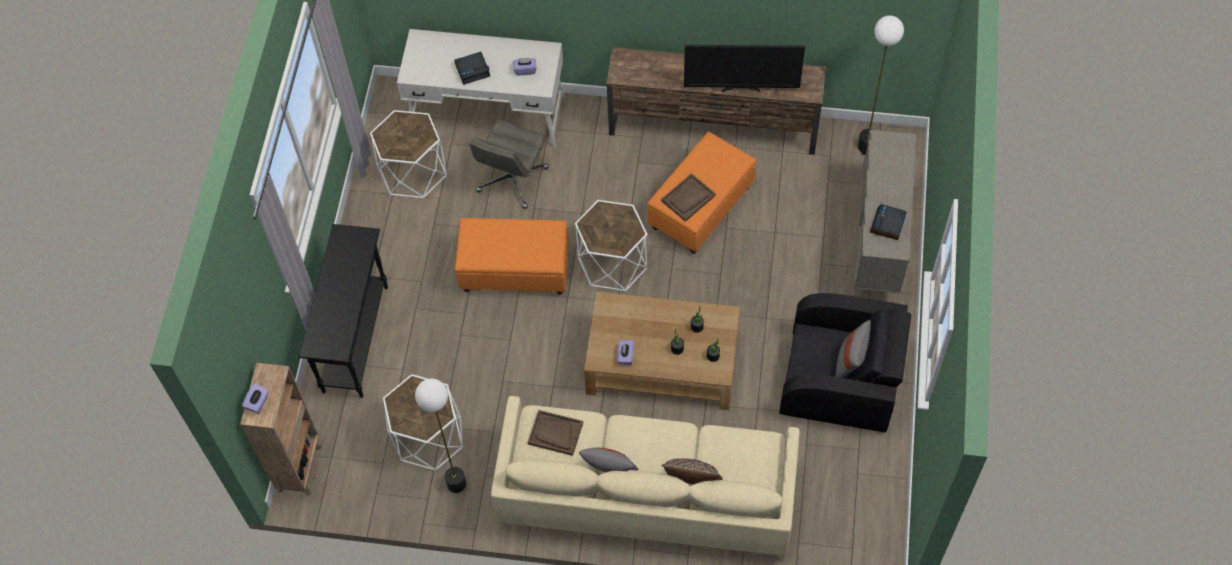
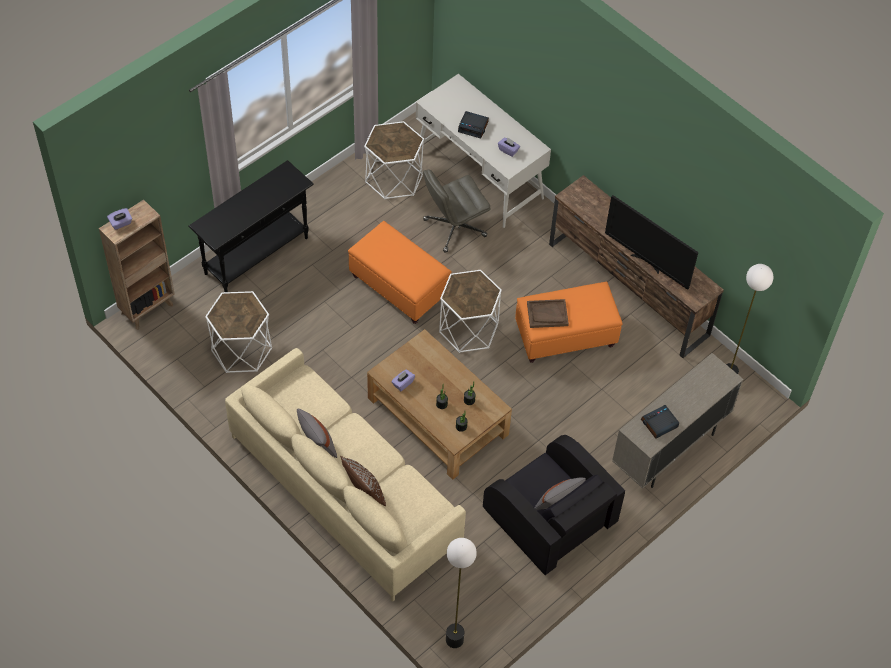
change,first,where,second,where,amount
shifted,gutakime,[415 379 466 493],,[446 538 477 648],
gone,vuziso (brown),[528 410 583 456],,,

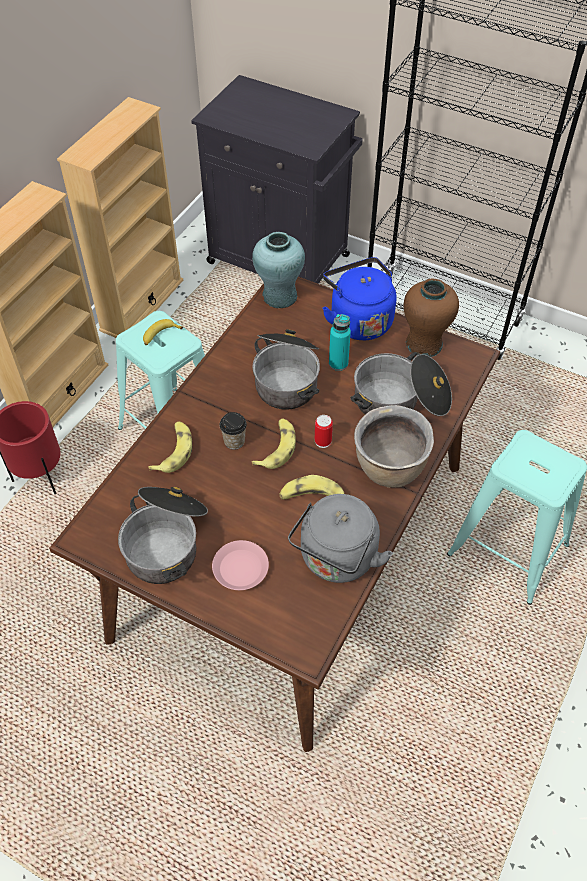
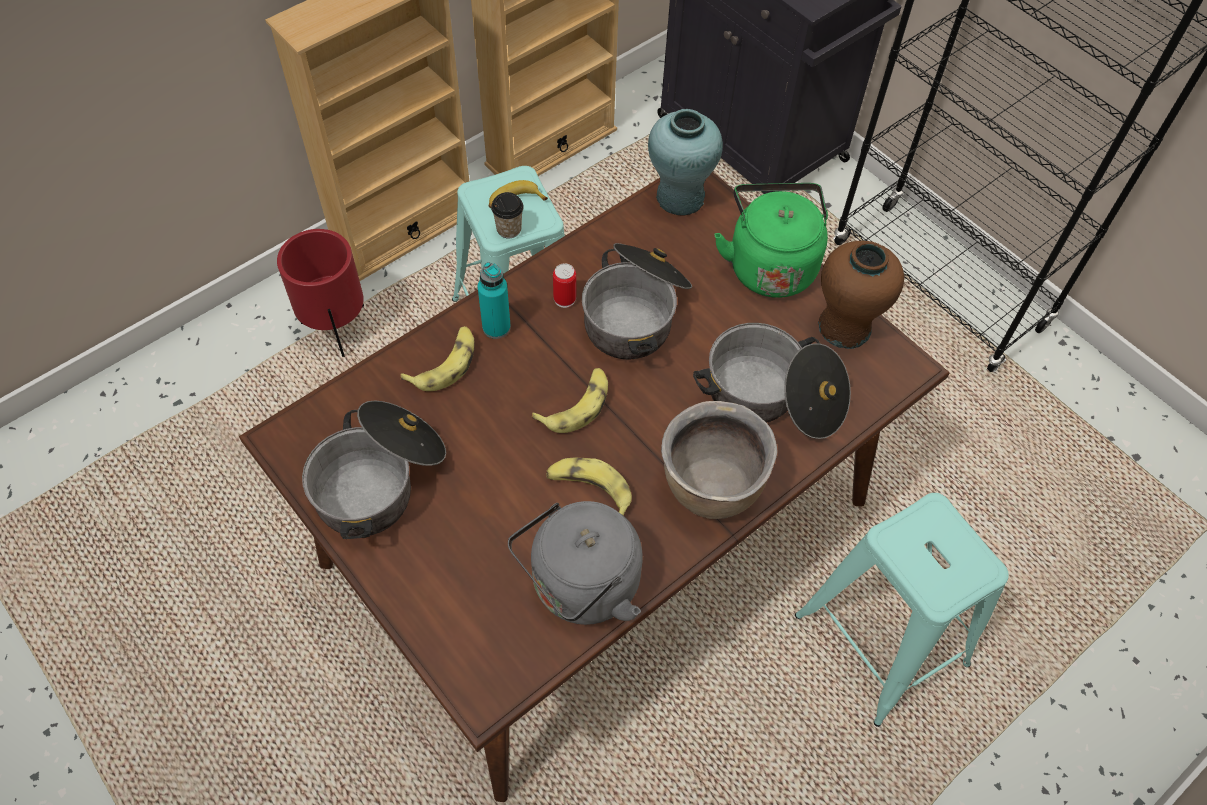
change,first,where,second,where,amount
repainted,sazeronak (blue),[322 257 396 340],sazeronak (green),[714 183 828 298],
shifted,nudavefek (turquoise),[329 314 351 371],,[478 262 511 339],
shifted,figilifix,[219 412 247 450],,[491 192 524 239],
shifted,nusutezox,[315 415 333 448],,[553 263 576 308],
gone,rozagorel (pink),[212 540 269 590],,,

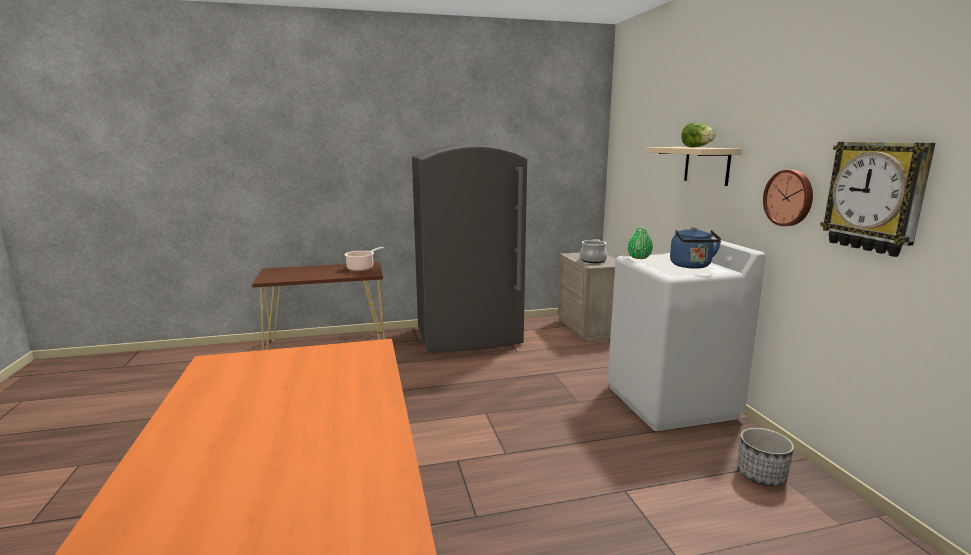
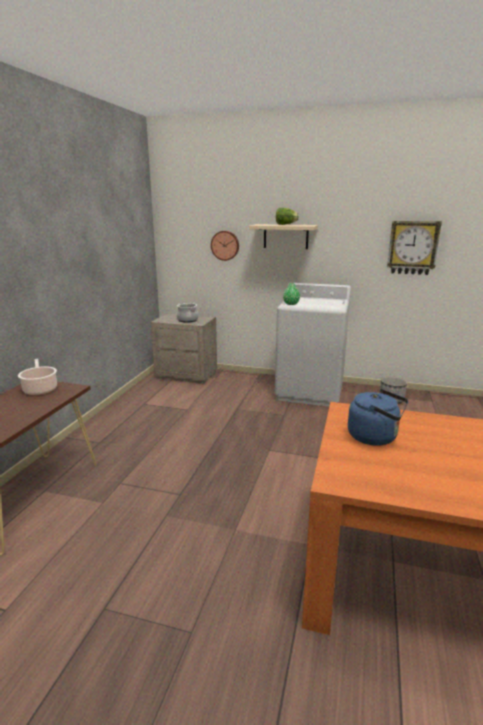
change,first,where,second,where,amount
gone,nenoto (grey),[412 145 527 352],,,
shifted,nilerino,[763 170 813 226],,[211 231 239 261],
shifted,sazeronak (blue),[670 227 721 269],,[348 389 408 446],

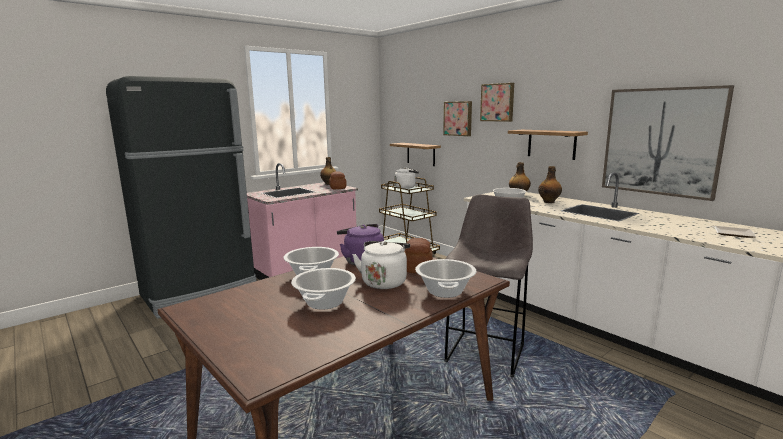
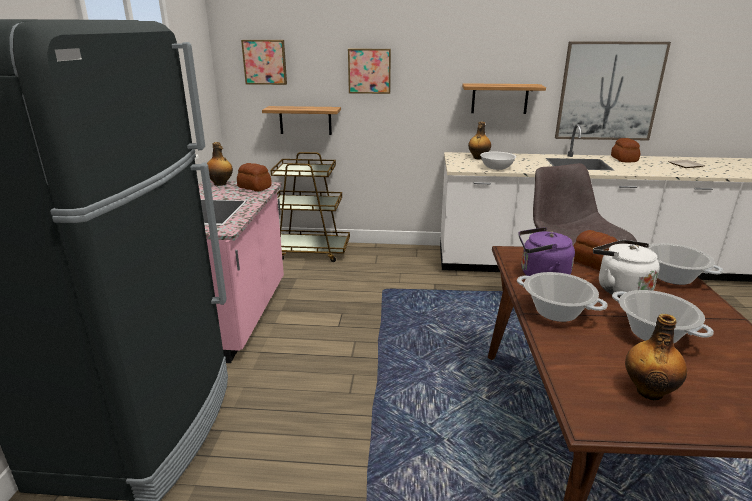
change,first,where,second,where,amount
shifted,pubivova,[480 83 514 122],,[241 40 287 85],
shifted,nudavefek,[538 166 562 203],,[625 314 687 401],
gone,sazeronak (white),[394 167 419 189],,,
new,,,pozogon,[611 138 640 162],

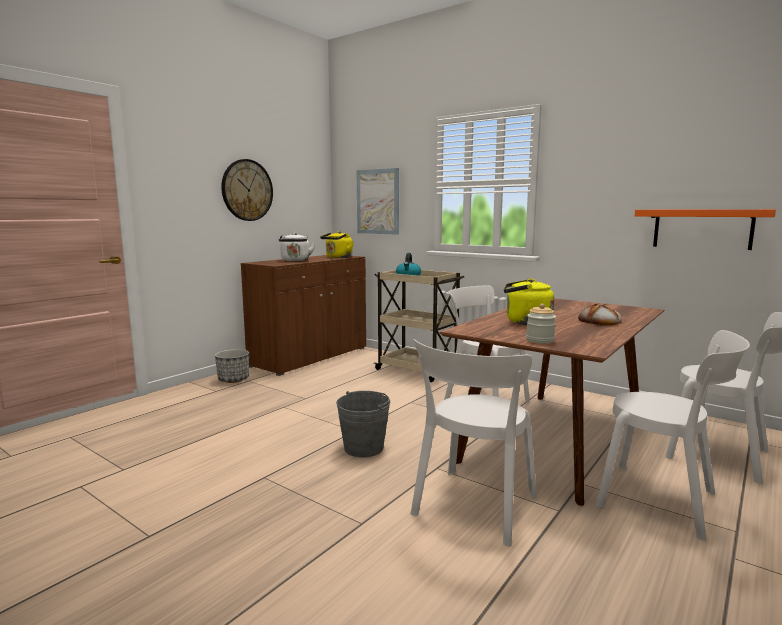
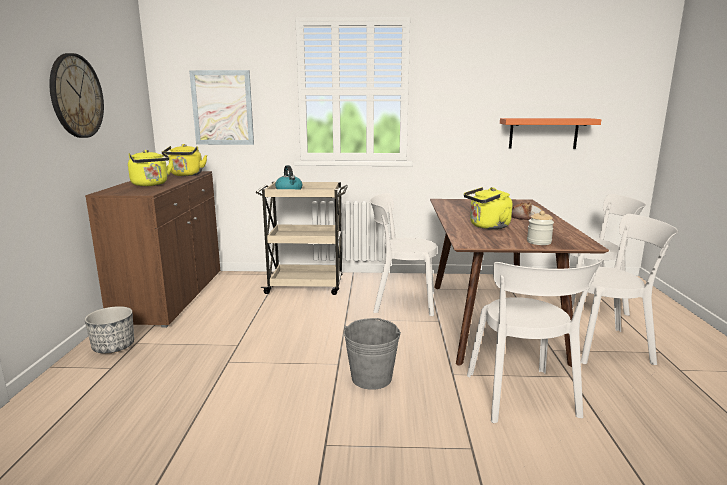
change,first,where,second,where,amount
repainted,sazeronak (white),[279 233 315 261],sazeronak (yellow),[128 150 173 186],

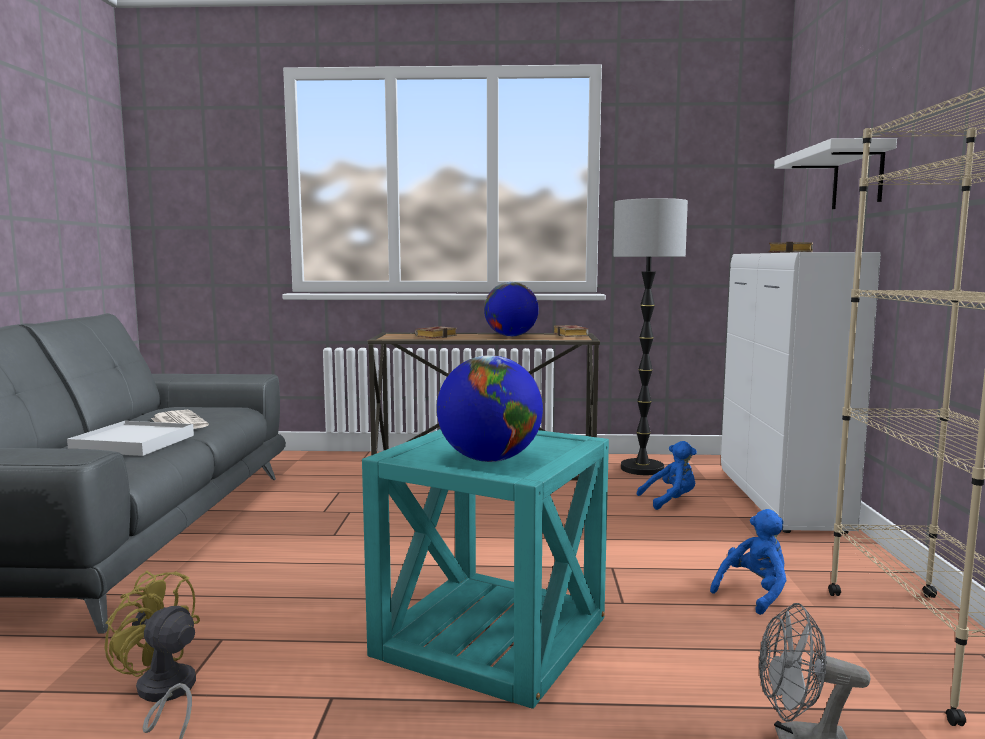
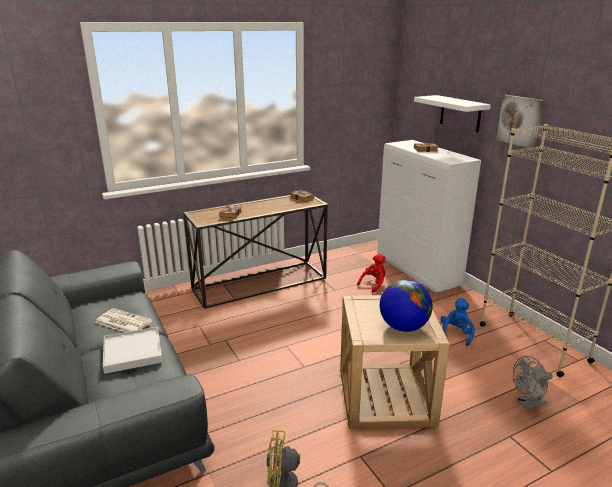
change,first,where,second,where,amount
gone,gutakime,[613 198 688 475],,,
gone,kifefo,[484 282 539 337],,,
repainted,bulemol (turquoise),[362 429 609 709],bulemol (beige),[340 295 450 429],
repainted,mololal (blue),[637 441 697 510],mololal (red),[357 254 386 293],
new,,,pubivova,[496 95 544 149],

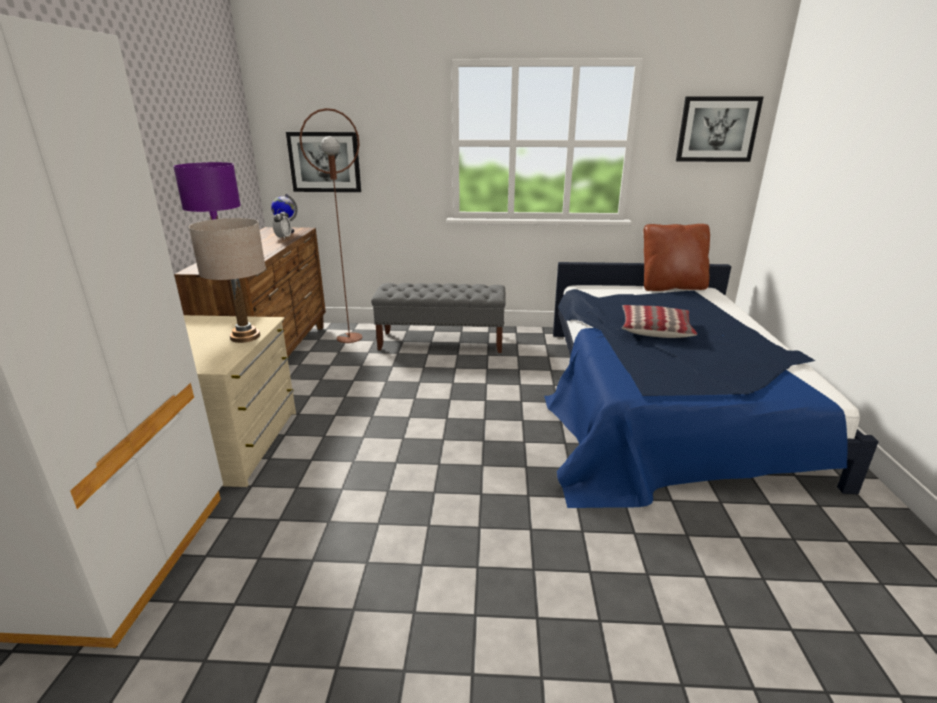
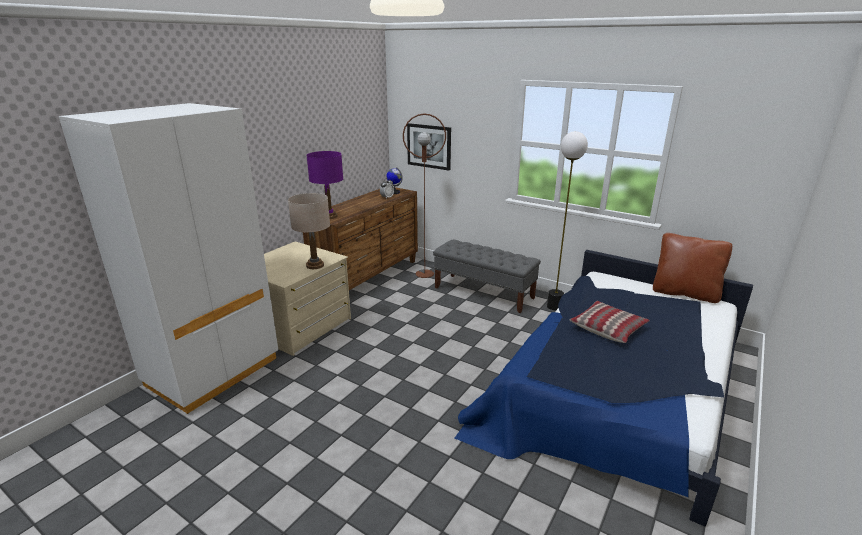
change,first,where,second,where,amount
gone,pubivova,[676 96 764 162],,,
new,,,gutakime,[547 131 588 310],

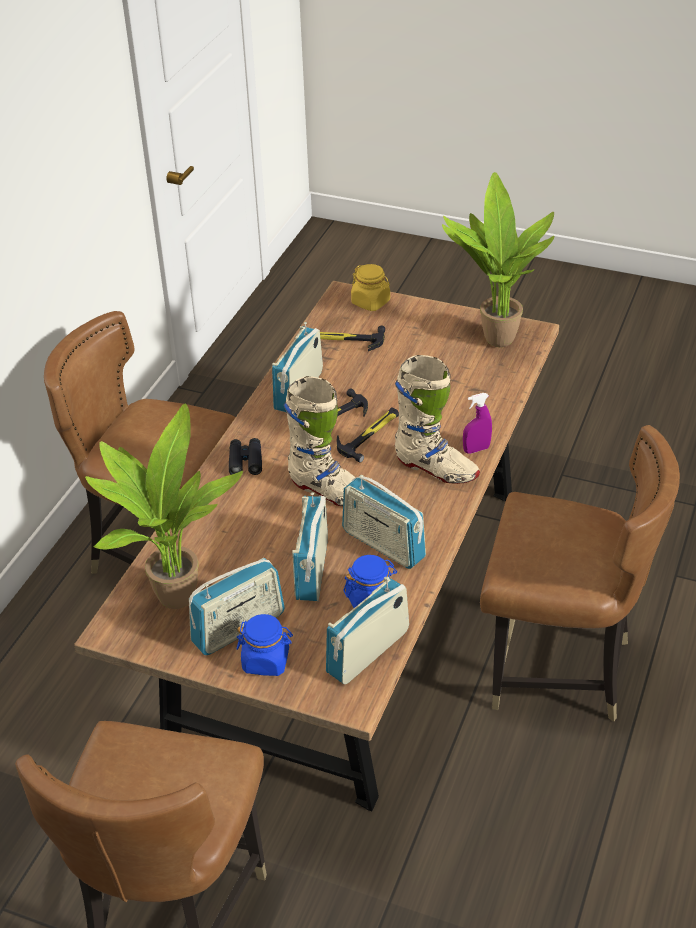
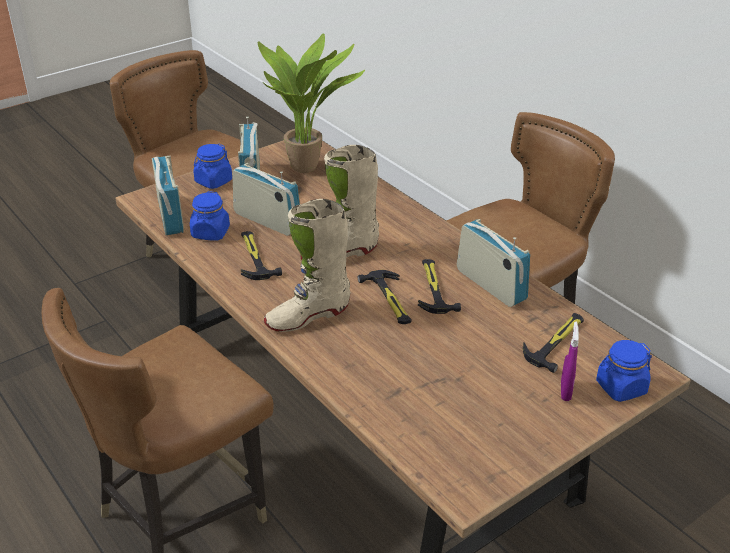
change,first,where,second,where,amount
gone,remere,[442 172 555 347],,,
repainted,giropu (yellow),[351 264 390 311],giropu (blue),[596 340 652 402],
shifted,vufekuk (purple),[463 393 492 454],,[561 322 579 401],
gone,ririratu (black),[229 438 262 475],,,
swapped,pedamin,[342 475 426 569],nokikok,[241 231 282 280],

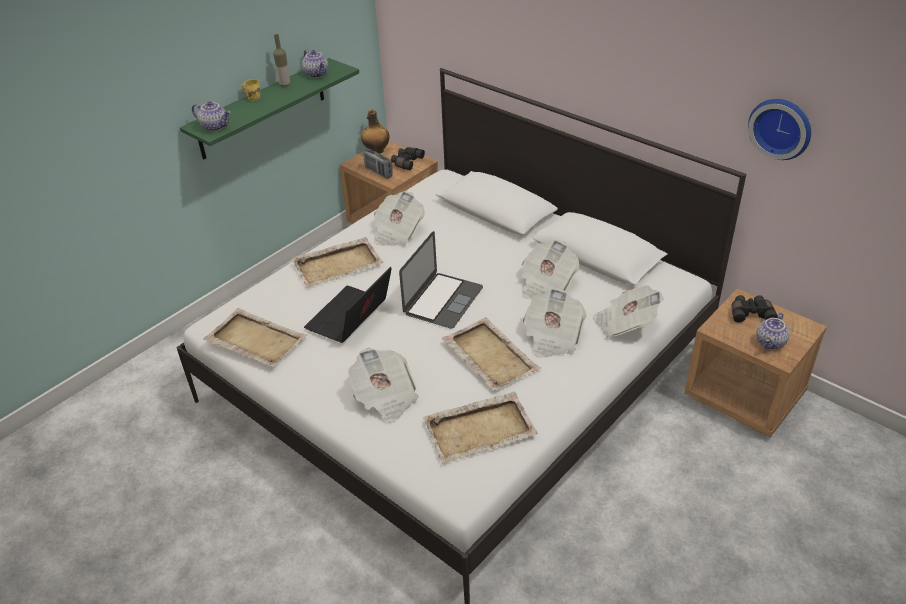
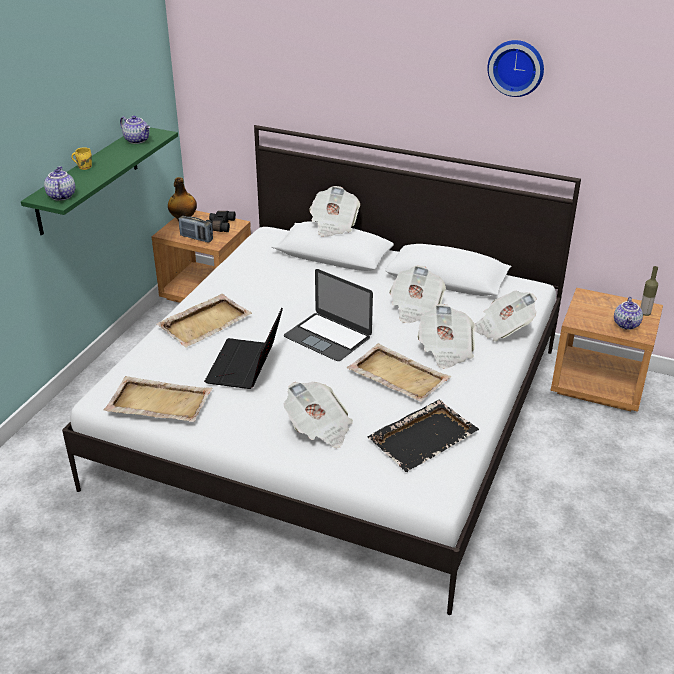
change,first,where,second,where,amount
shifted,nudavefek,[273 34 290 87],,[640 266 658 316],
shifted,nilerino,[748 99 811 160],,[487 40 544 97],
rotated,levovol,[192 101 231 132],,[44 166 75 201],105 degrees counterclockwise
shifted,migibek,[373 191 425 246],,[309 186 360 237],
rotated,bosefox,[399 231 483 329],,[284 269 373 361],120 degrees clockwise
gone,ririratu (black),[731 295 778 323],,,
repainted,vuziso (beige),[423 392 538 464],vuziso (black),[368 400 479 472],

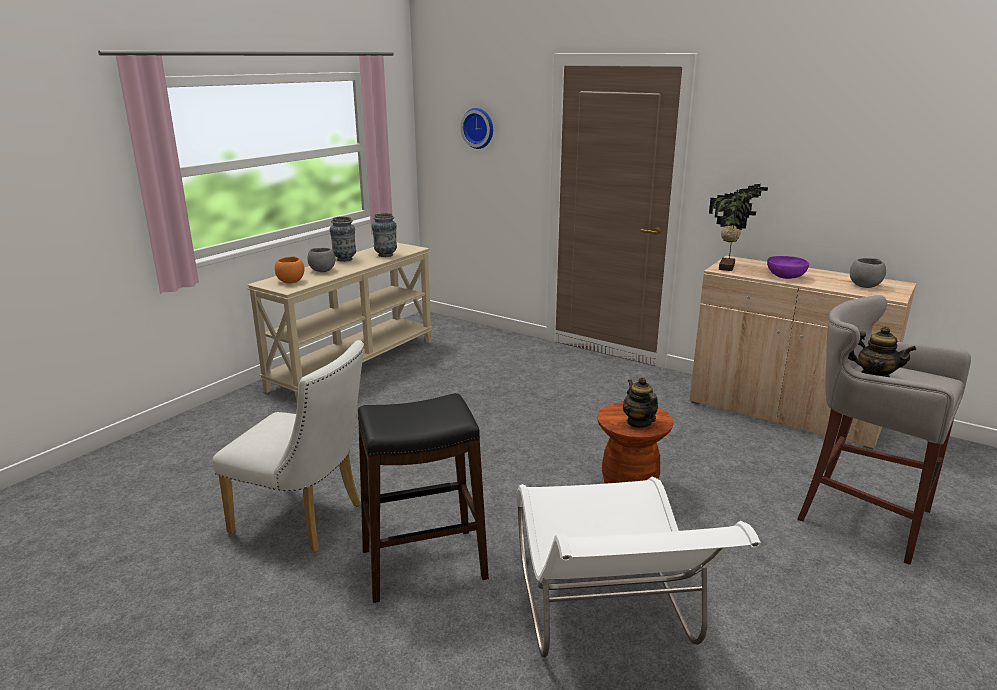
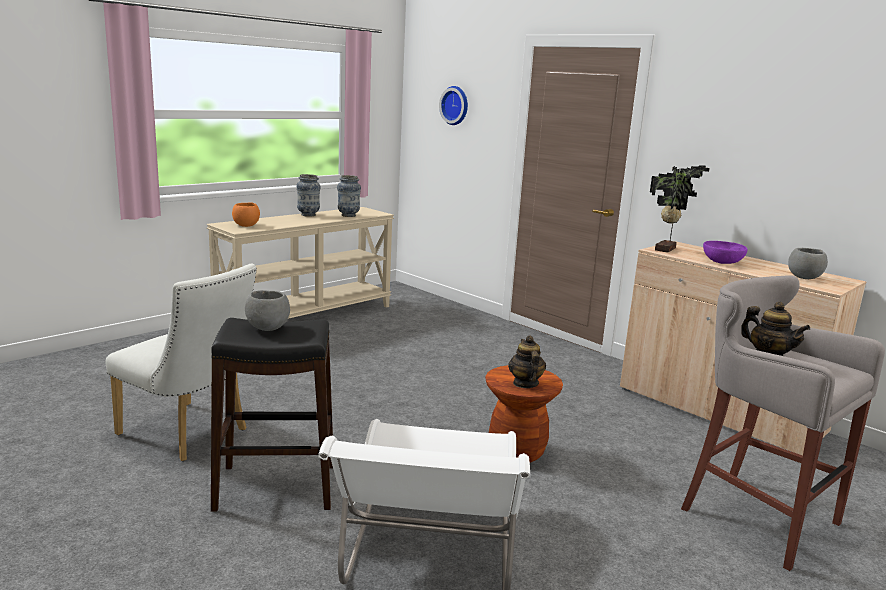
change,first,where,second,where,amount
shifted,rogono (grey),[307 248 335 272],,[245 290 290 331],

